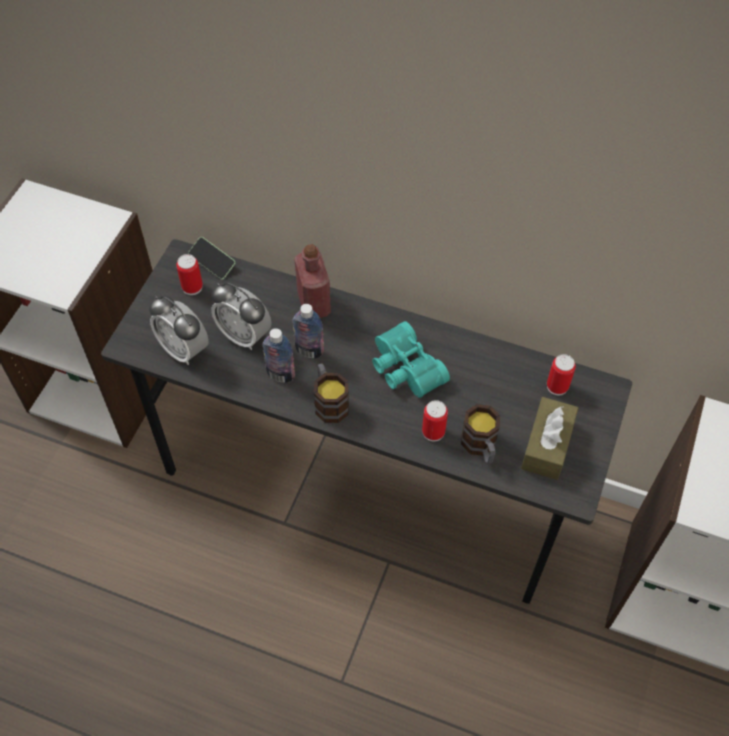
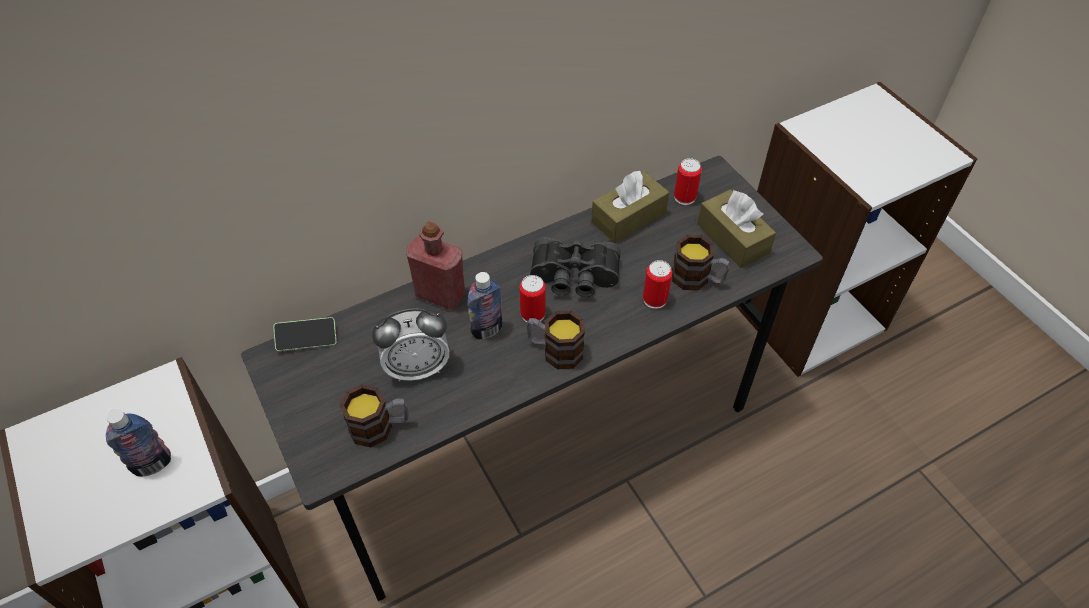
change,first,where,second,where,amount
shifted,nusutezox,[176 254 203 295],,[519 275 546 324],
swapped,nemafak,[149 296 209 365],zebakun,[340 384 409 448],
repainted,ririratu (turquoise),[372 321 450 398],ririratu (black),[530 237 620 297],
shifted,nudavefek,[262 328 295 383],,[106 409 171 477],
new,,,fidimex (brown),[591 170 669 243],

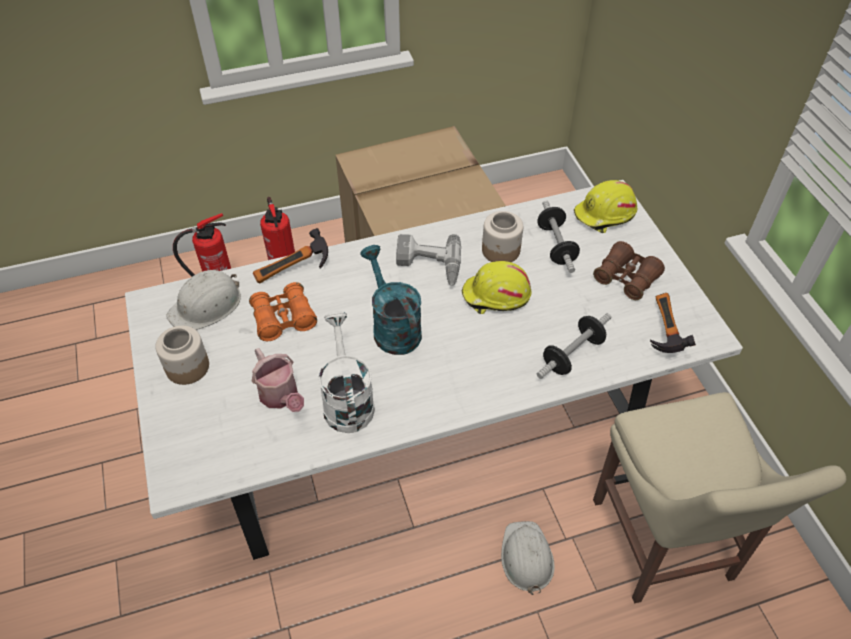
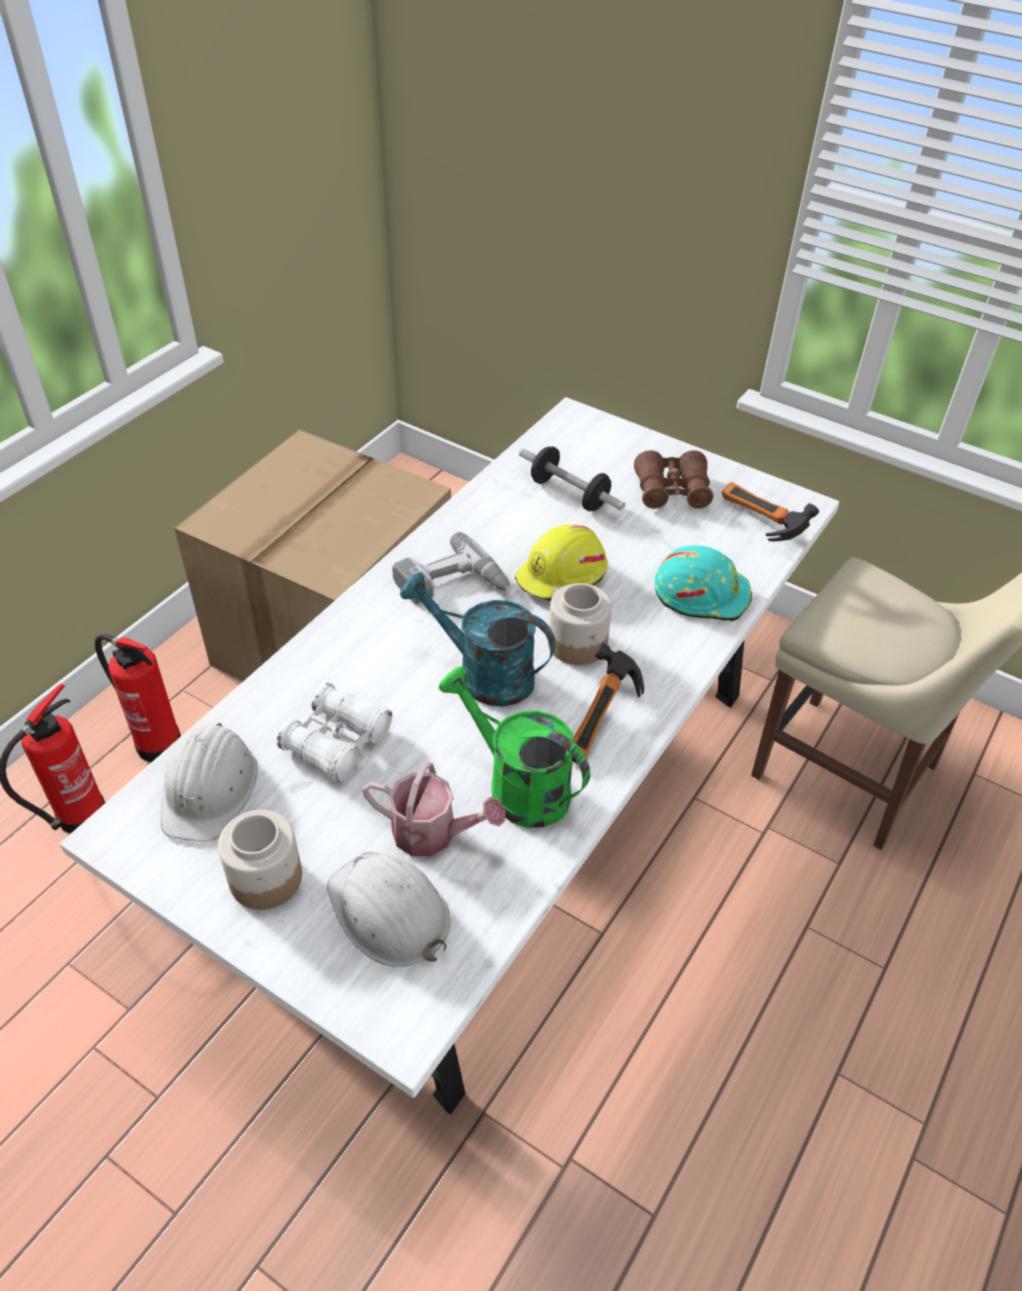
change,first,where,second,where,amount
gone,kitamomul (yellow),[574 180 637 233],,,
shifted,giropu,[482 211 523 262],,[548 583 612 665],
shifted,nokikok,[253 228 328 283],,[572 643 644 764],
repainted,ririratu (orange),[249 282 317 341],ririratu (white),[277 683 392 782],
repainted,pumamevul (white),[319 311 375 433],pumamevul (green),[439 666 590 828],
swapped,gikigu,[537 313 611 379],kitamomul (turquoise),[655 545 752 621],
shifted,kitamomul (white),[501 521 555 595],,[327 852 450 967],

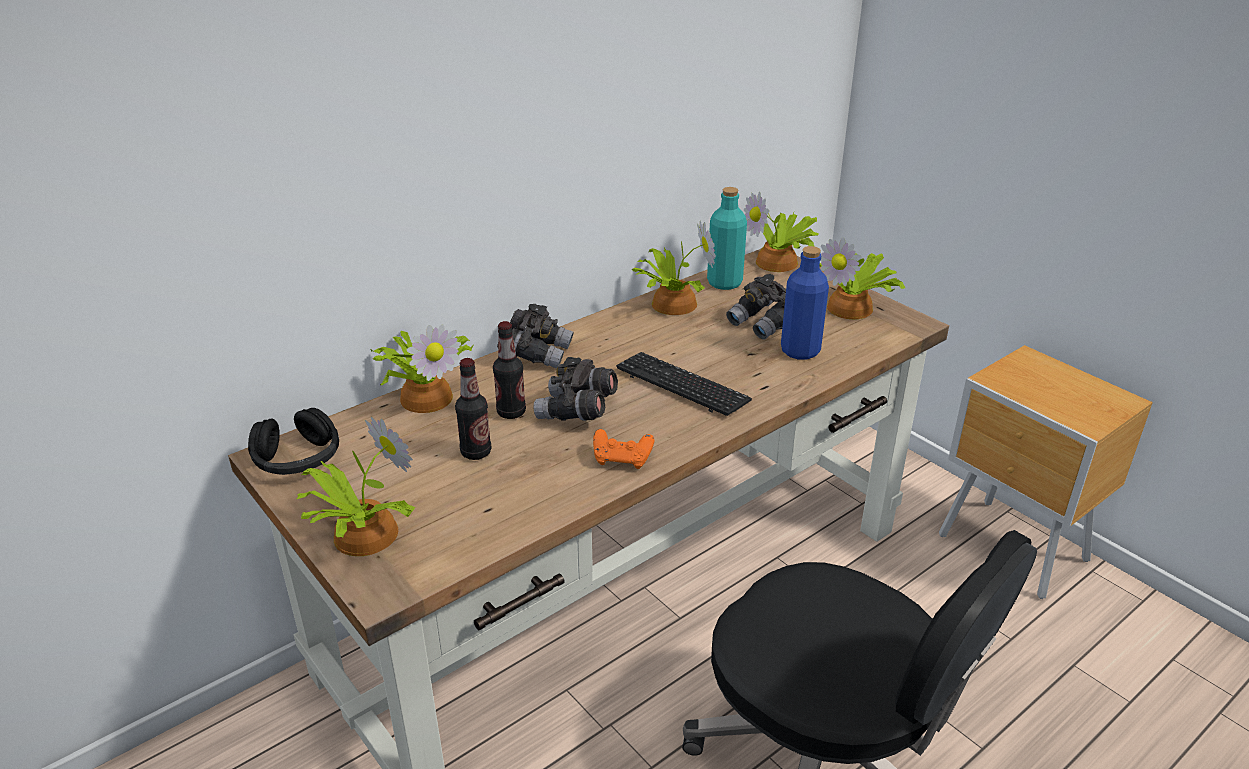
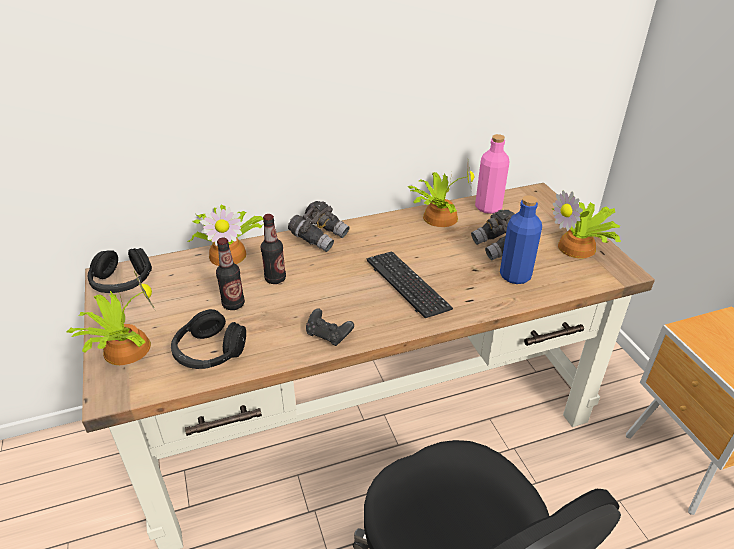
change,first,where,second,where,amount
repainted,nudavefek (turquoise),[707 187 747 290],nudavefek (pink),[475 134 509 214],
gone,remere,[744 192 818 272],,,
gone,ririratu (grey),[533 357 618 421],,,
repainted,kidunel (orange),[593 429 654 469],kidunel (black),[306 308 354 346],
new,,,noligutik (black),[171 309 246 369],

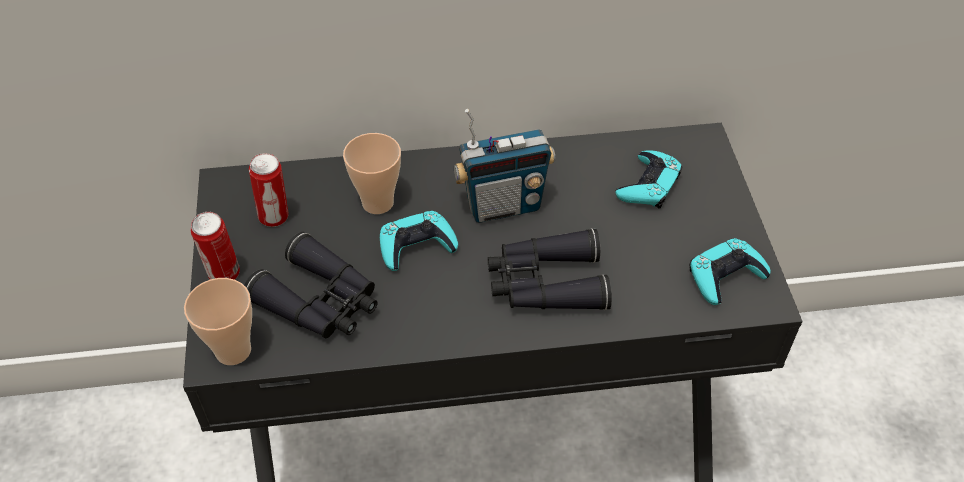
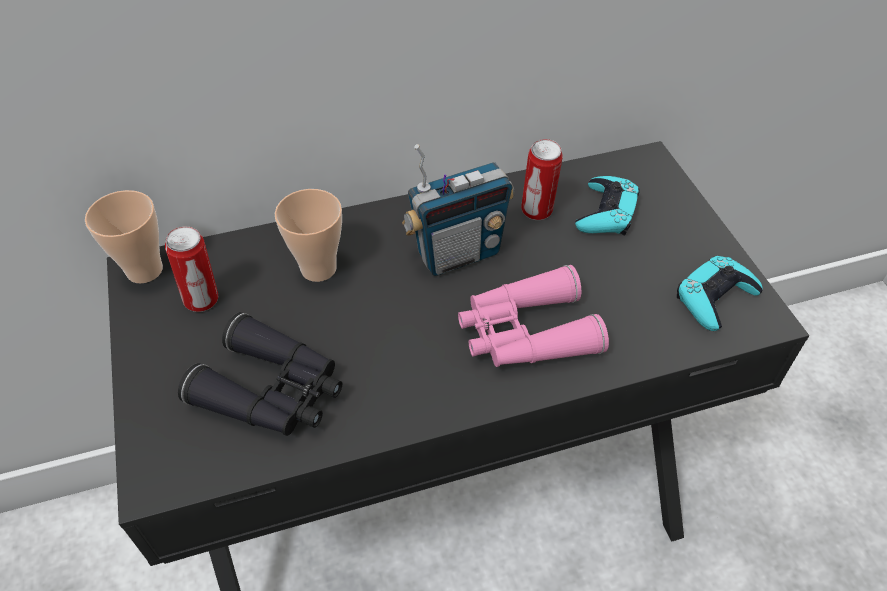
change,first,where,second,where,amount
gone,kidunel (turquoise),[380 211 458 271],,,
shifted,nusutezox,[190 212 240 280],,[521 139 563 220],
repainted,ririratu (black),[488 228 612 310],ririratu (pink),[458 265 609 367],
shifted,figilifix,[184 278 252 365],,[85 190 163 283],

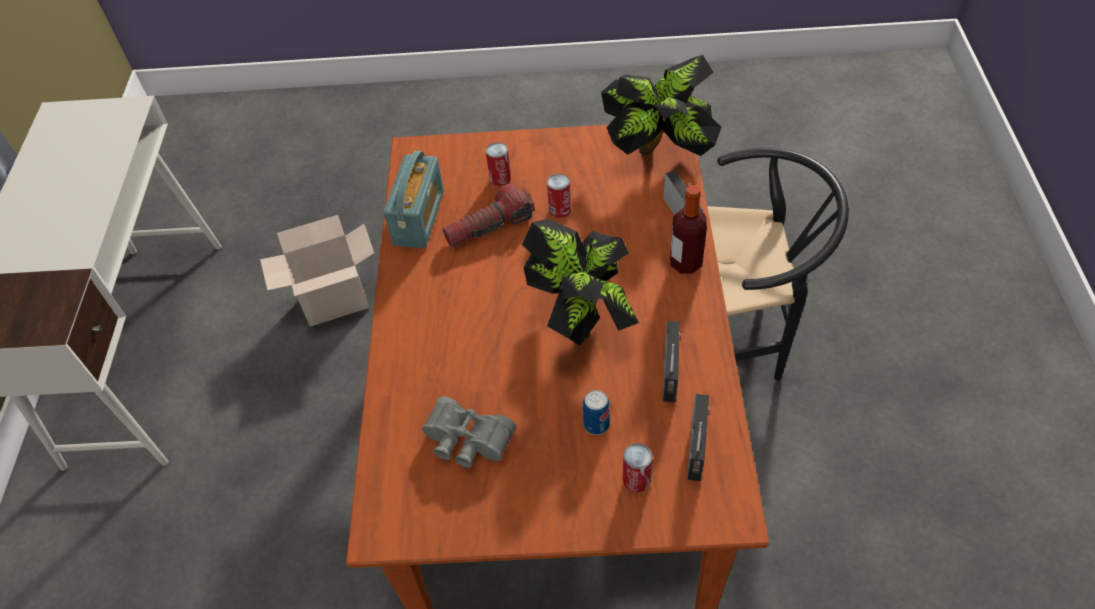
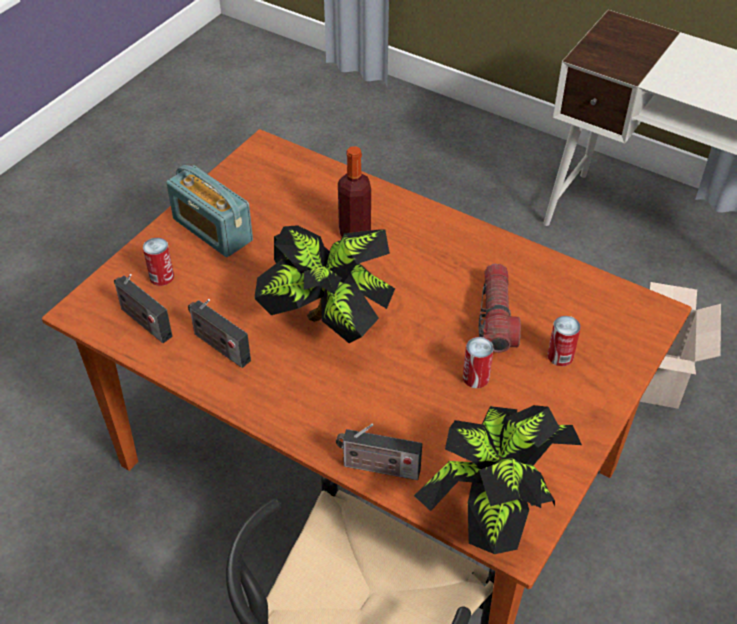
change,first,where,second,where,amount
shifted,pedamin,[383 151 444 248],,[166 165 253 257],
shifted,nudavefek,[670 185 707 274],,[338 146 371 237],
gone,nusutezox,[583 390 610 435],,,
gone,ririratu (grey),[422 396 516 468],,,

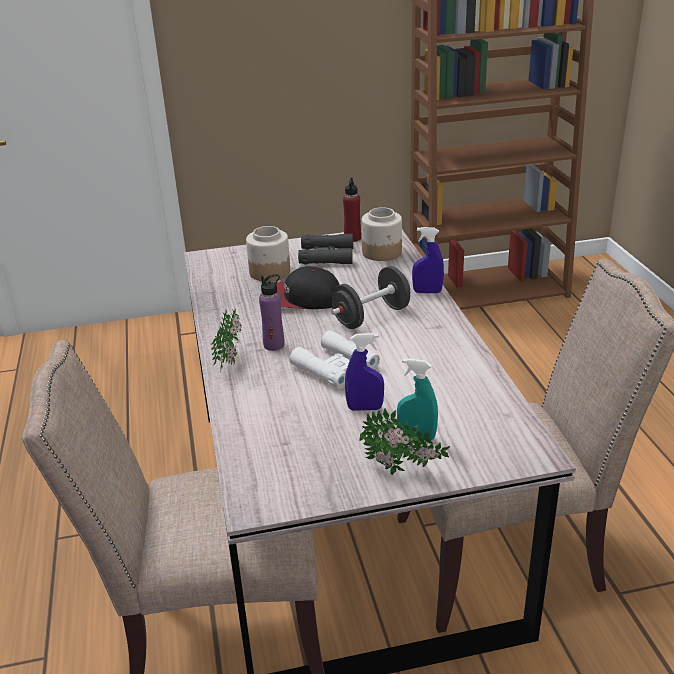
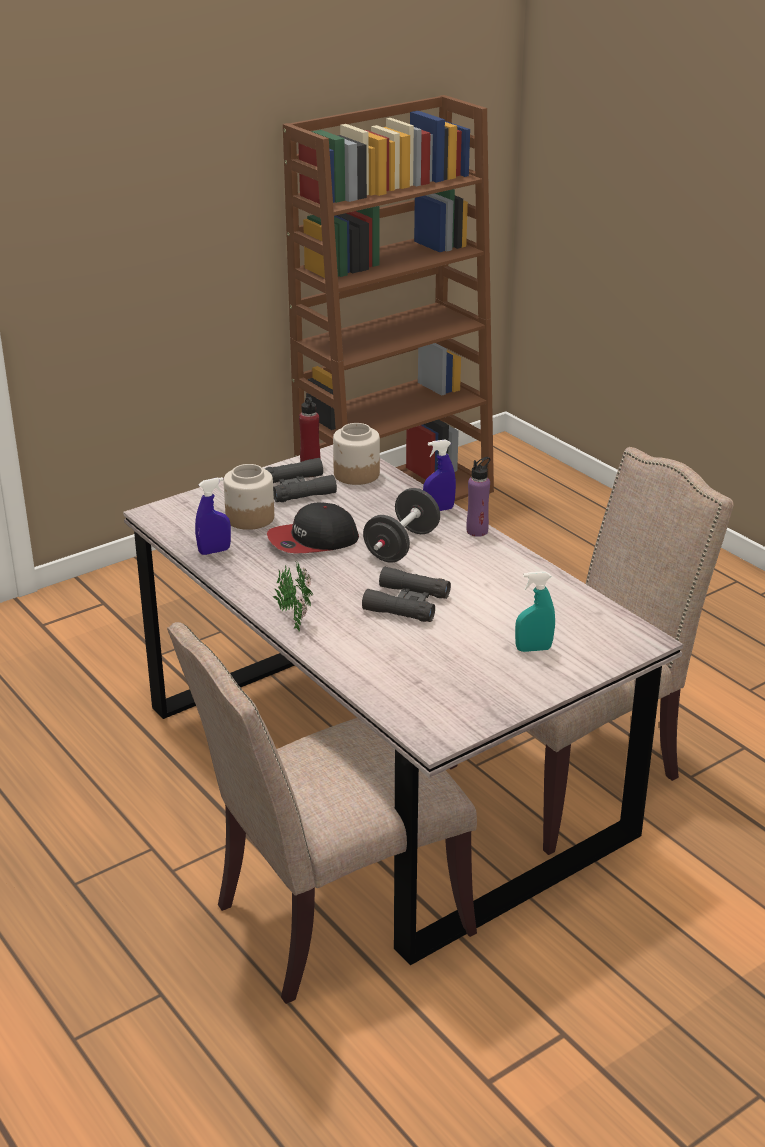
change,first,where,second,where,amount
shifted,nudavefek (purple),[259 274 284 351],,[466 457 491 537],
repainted,ririratu (white),[289 330 380 389],ririratu (black),[362 567 451 622],
shifted,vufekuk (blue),[345 333 384 411],,[195 477 231 555],
gone,remere,[359 408 450 475],,,

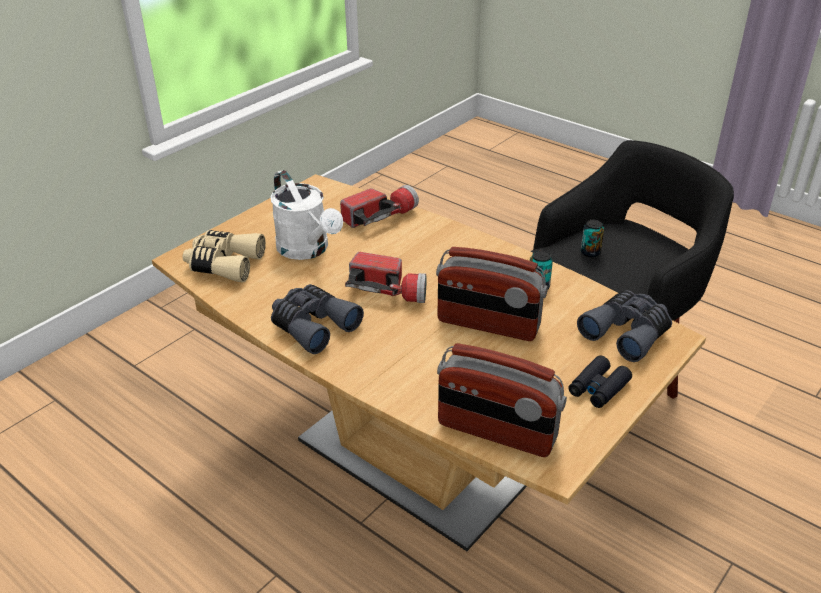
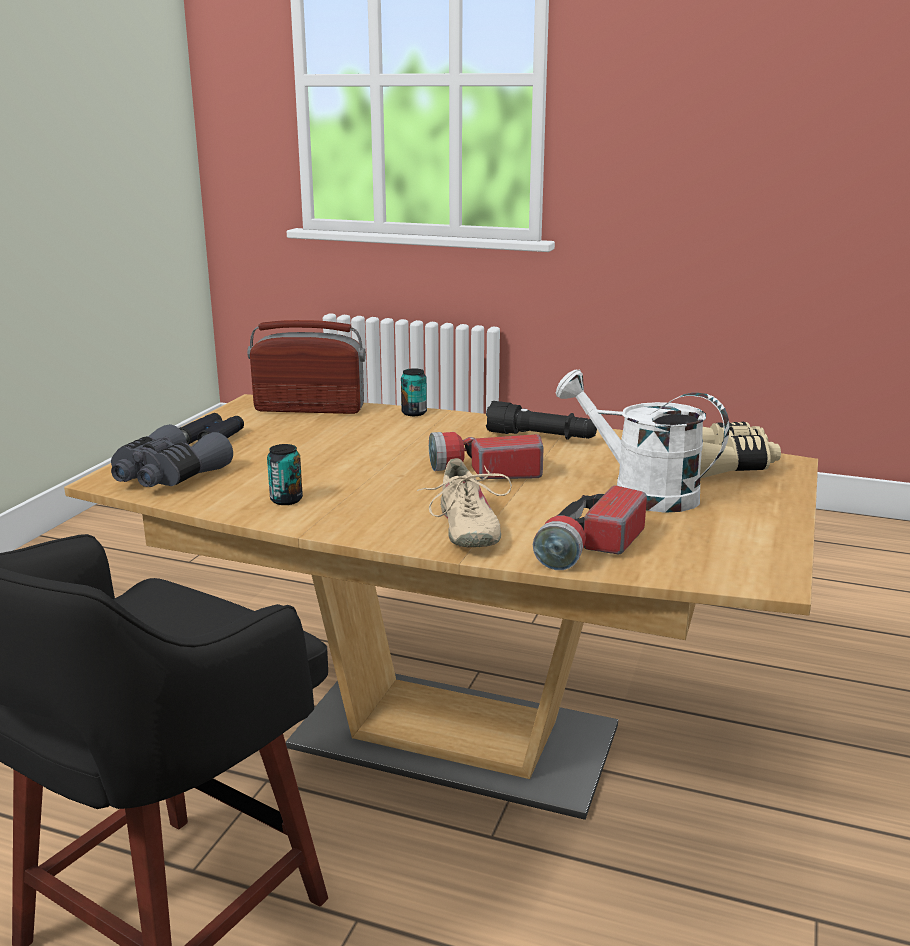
change,first,where,second,where,amount
shifted,nusutezox,[581 220 604 257],,[401 368 427 416],
gone,pedamin,[436 247 548 341],,,
swapped,ririratu (grey),[271 284 364 354],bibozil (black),[486 401 597 440],
new,,,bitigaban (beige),[417 458 512 547],

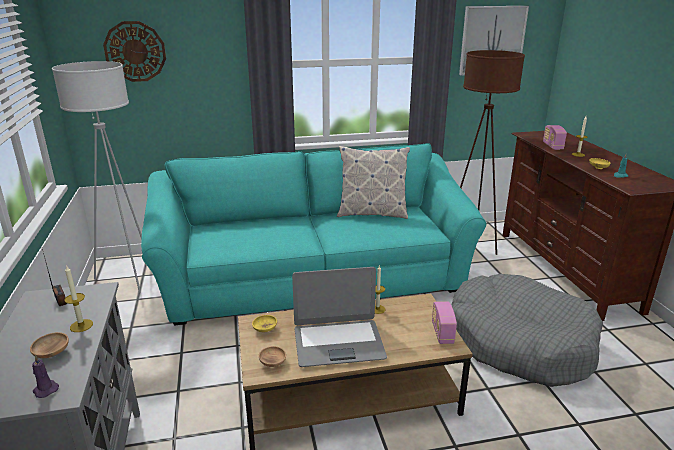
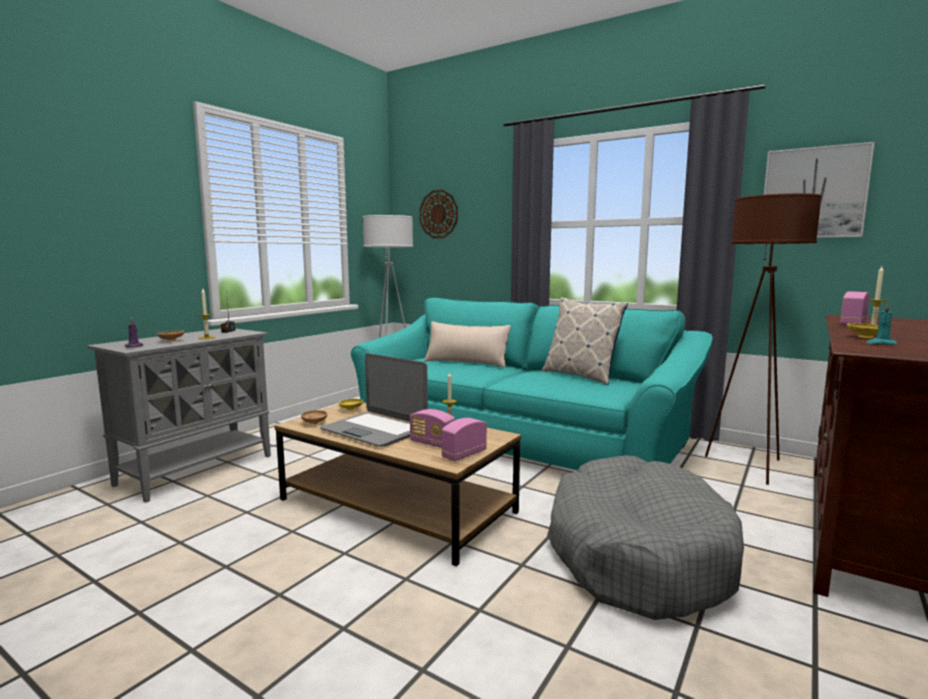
change,first,where,second,where,amount
new,,,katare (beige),[424 321 511 367],
new,,,pedamin,[410 409 455 448],

